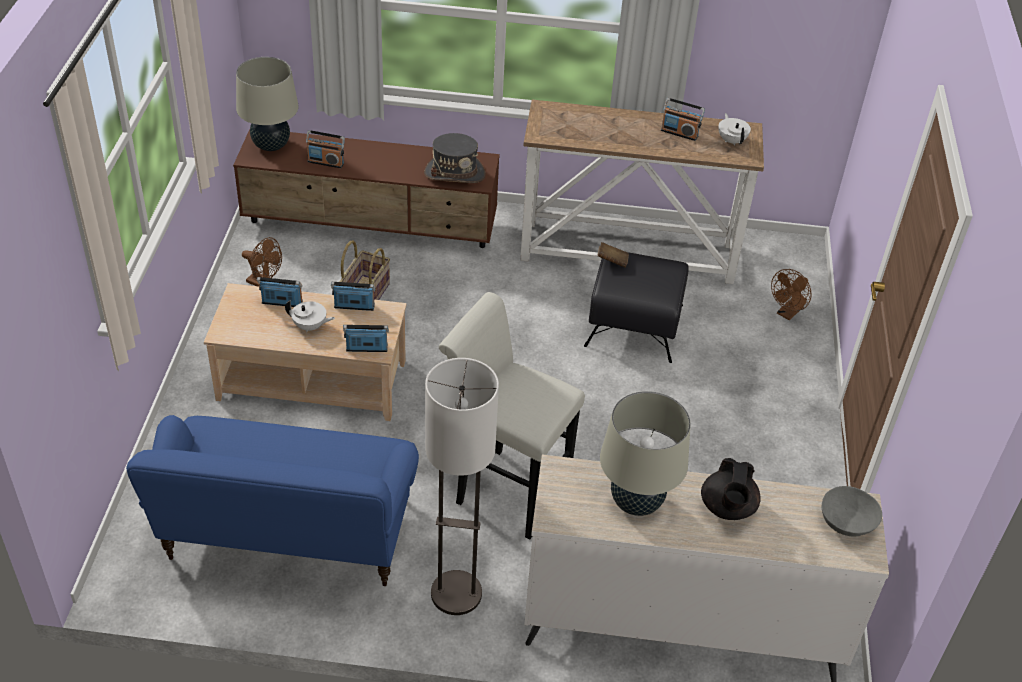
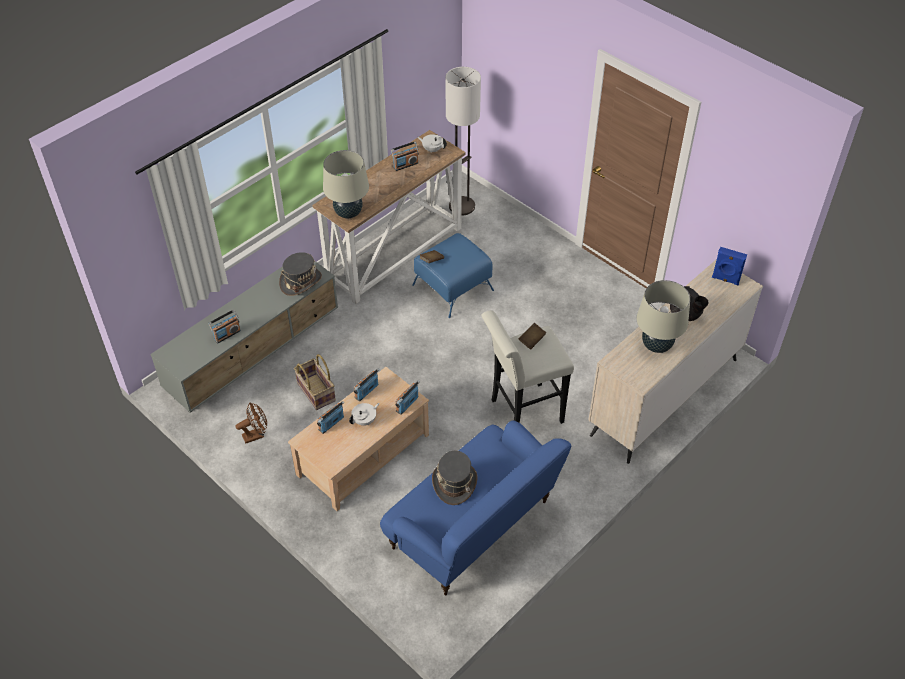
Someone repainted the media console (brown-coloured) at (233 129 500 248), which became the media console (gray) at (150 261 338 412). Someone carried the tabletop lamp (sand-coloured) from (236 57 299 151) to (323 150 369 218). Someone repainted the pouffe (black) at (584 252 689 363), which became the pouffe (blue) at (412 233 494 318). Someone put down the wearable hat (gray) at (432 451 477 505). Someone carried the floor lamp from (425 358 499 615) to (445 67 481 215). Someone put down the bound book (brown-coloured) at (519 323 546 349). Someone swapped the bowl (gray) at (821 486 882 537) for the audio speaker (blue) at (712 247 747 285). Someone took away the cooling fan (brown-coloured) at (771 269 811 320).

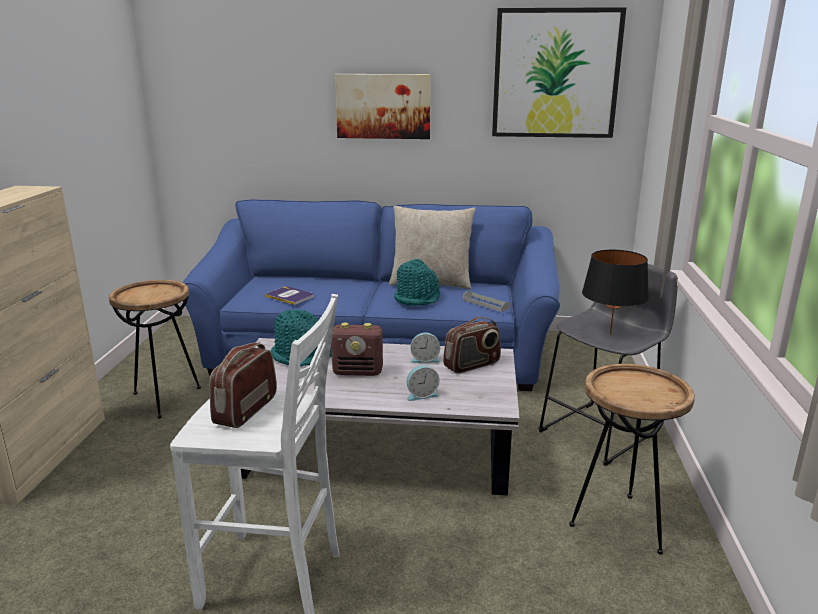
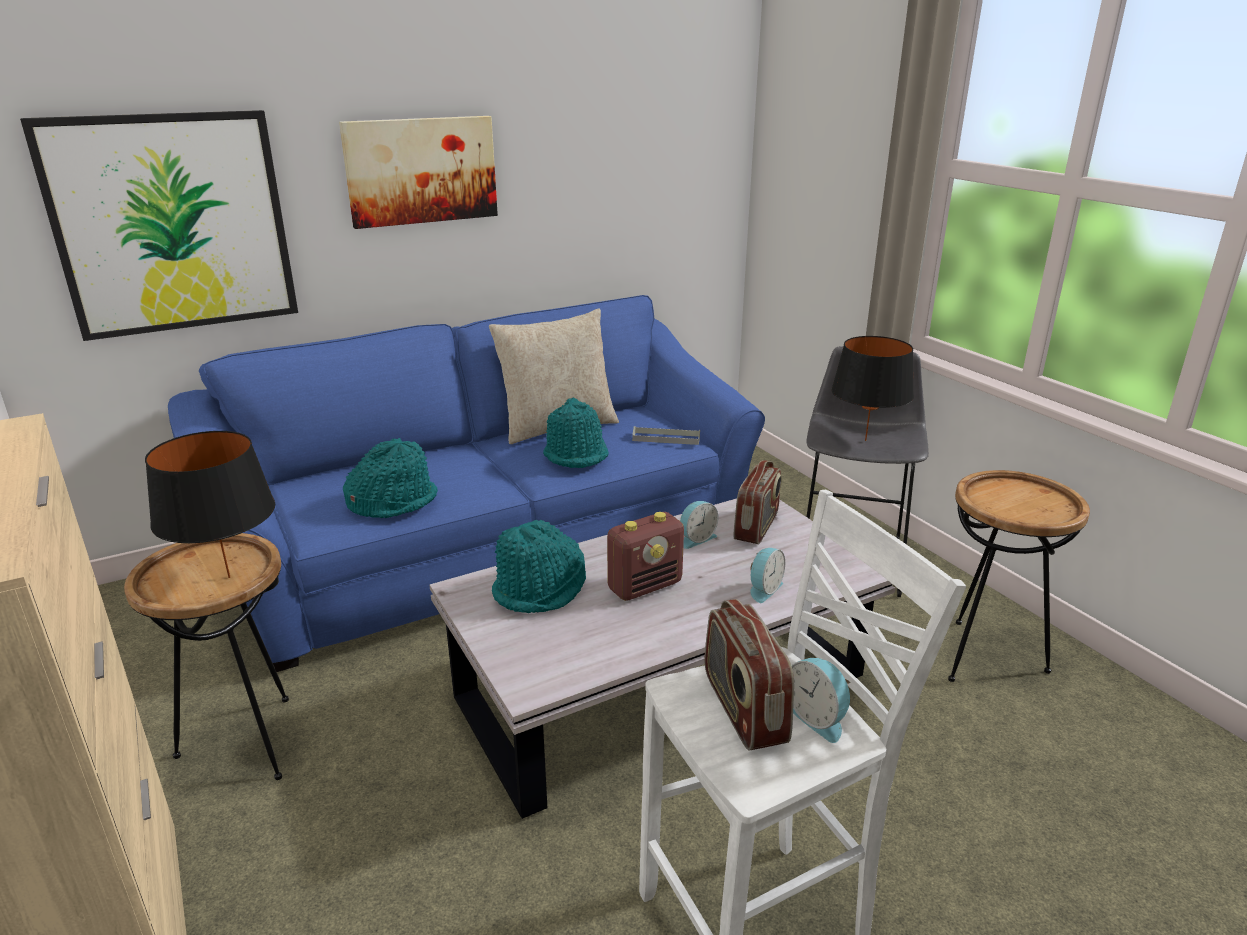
Someone carried the wall art from (492 7 626 138) to (20 110 298 341). Someone put down the tabletop lamp (black) at (145 431 275 578). Someone swapped the bound book at (265 286 314 305) for the wearable hat (turquoise) at (343 438 438 518). Someone put down the alarm clock at (792 658 851 743).

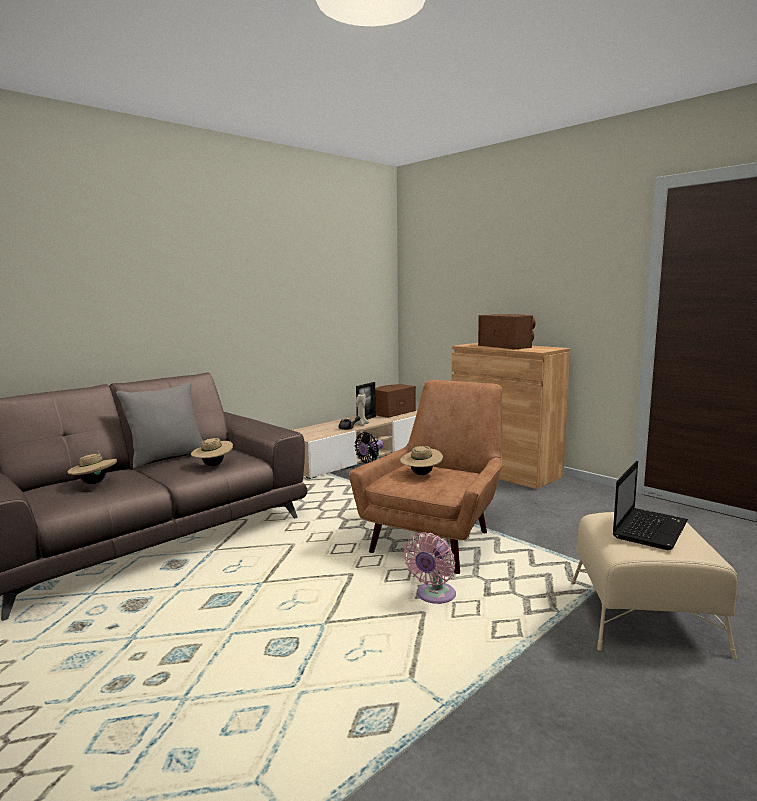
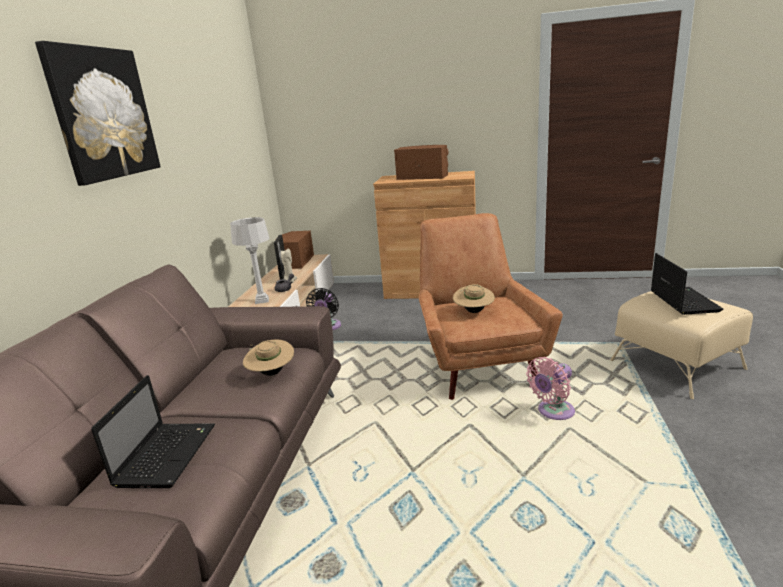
Someone put up the wall art at (35 41 161 186). Someone swapped the wearable hat (sand-coloured) at (68 451 117 484) for the laptop at (91 375 215 488). Someone put down the tabletop lamp (gray) at (230 217 269 304). Someone rotated the cooling fan (pinkish) at (404 532 456 604) by 60 degrees clockwise. Someone took away the pillow (gray) at (116 383 203 469).

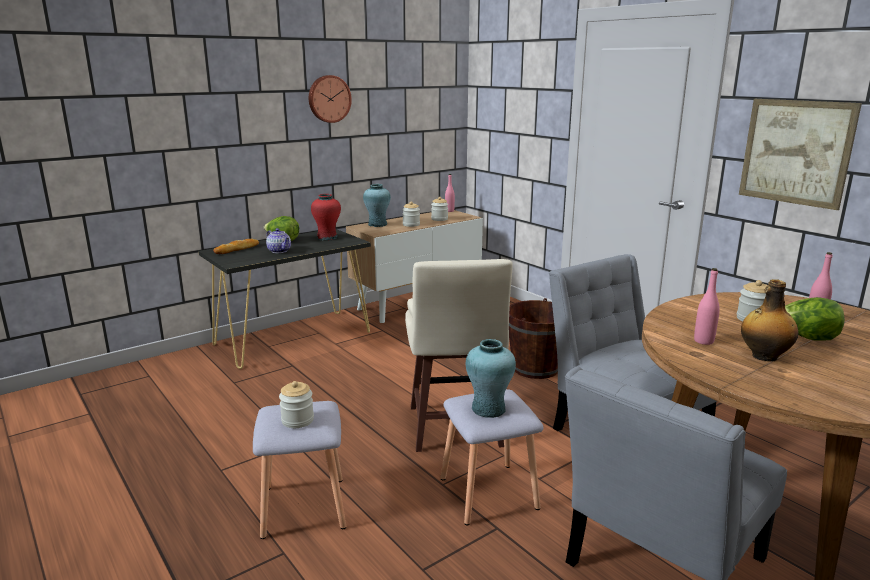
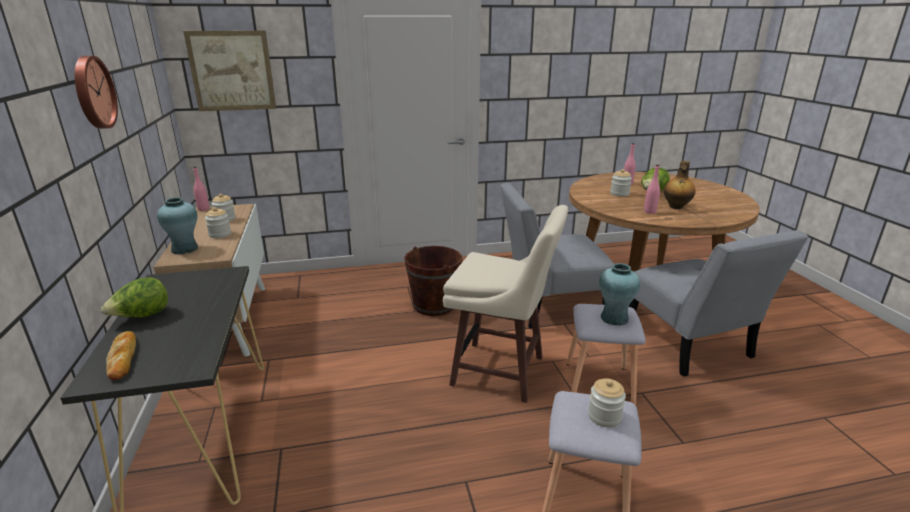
Someone carried the wall art from (739 99 862 210) to (183 30 276 111). Someone took away the tea pot at (266 228 291 253). Someone took away the flower vase (red-coloured) at (311 194 341 241).

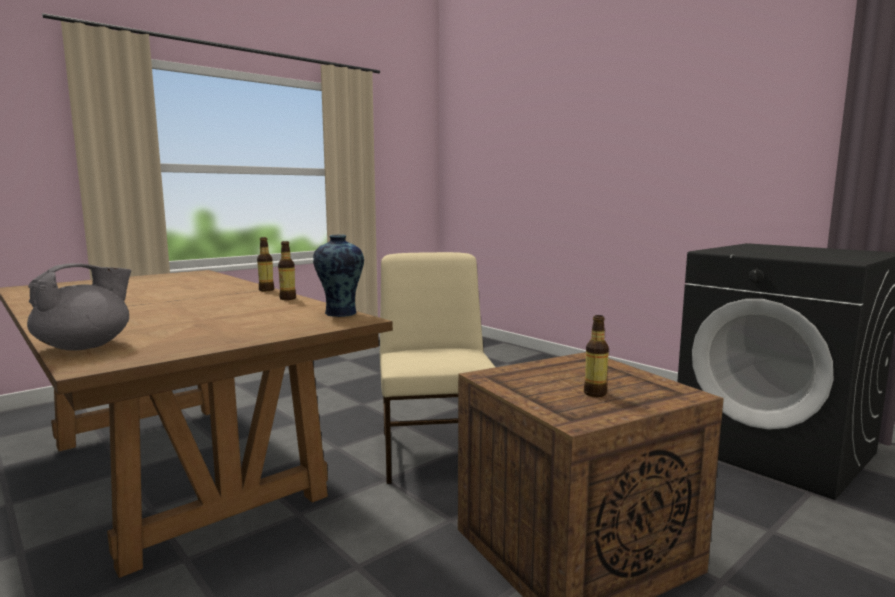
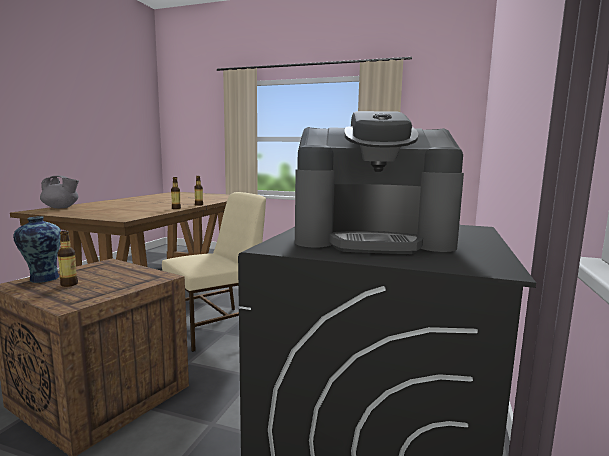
Someone carried the flower vase from (313 234 364 317) to (13 216 61 283). Someone put down the coffee maker at (295 111 464 254).

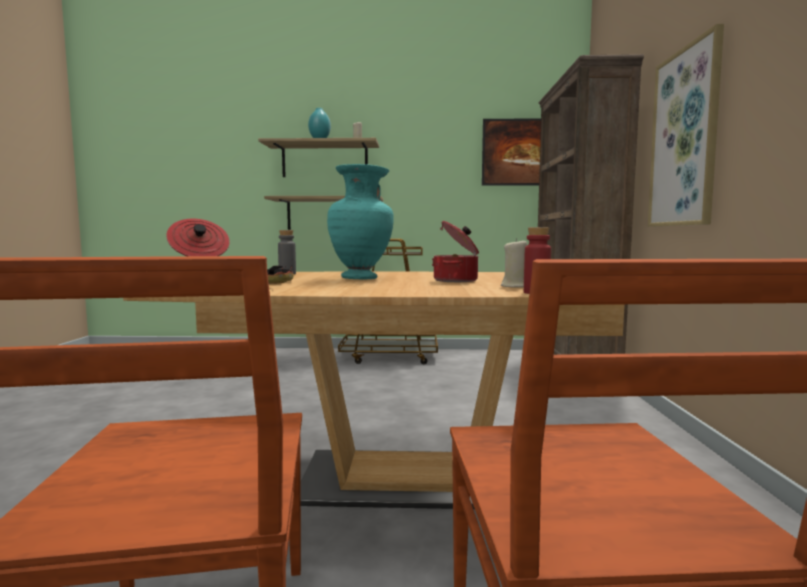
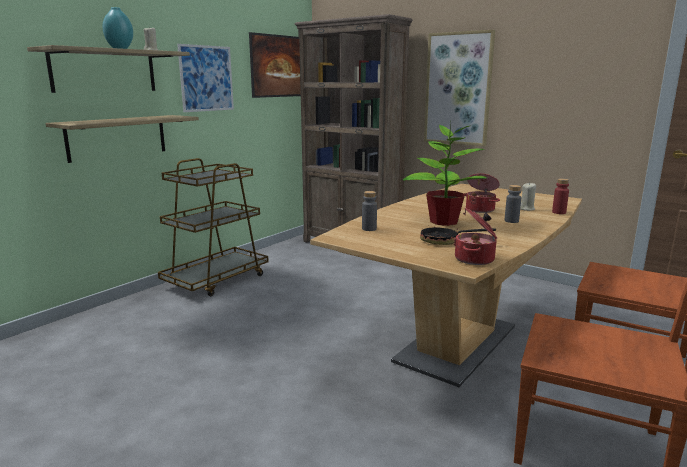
Someone put up the wall art at (177 44 234 112). Someone swapped the flower vase (turquoise) at (327 164 394 279) for the potted plant at (403 121 487 226). Someone put down the bottle (gray) at (505 185 521 223).

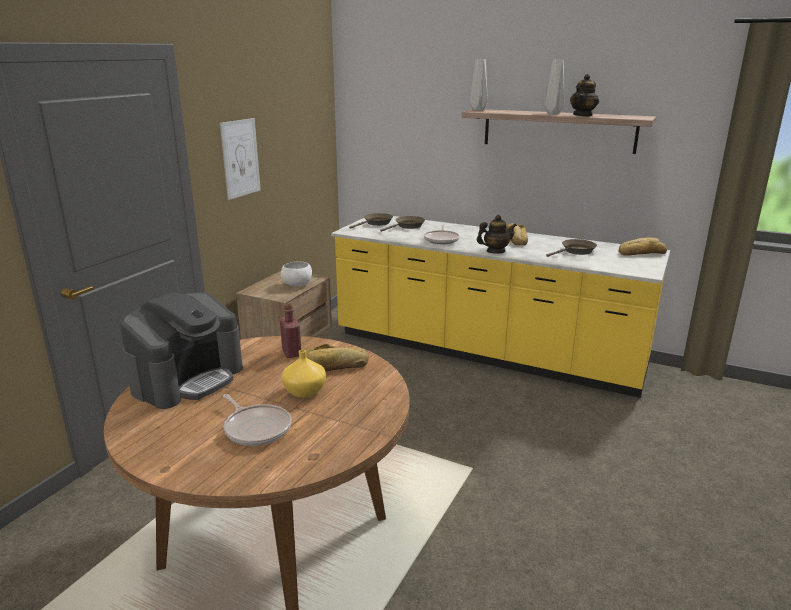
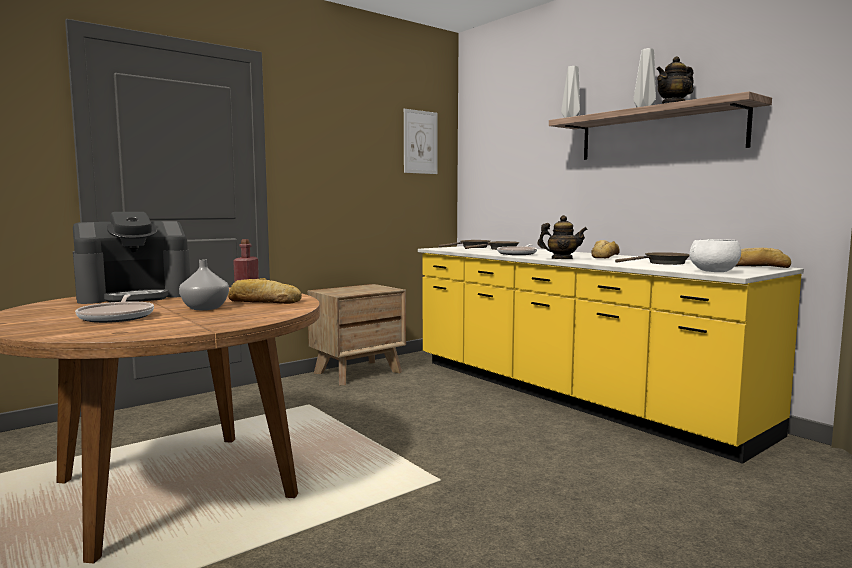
Someone repainted the flower vase (yellow) at (282 350 326 398), which became the flower vase (gray) at (179 260 229 310). Someone carried the wall art from (220 118 261 200) to (404 109 438 174). Someone carried the bowl (whitish) from (281 261 312 287) to (689 239 741 272).

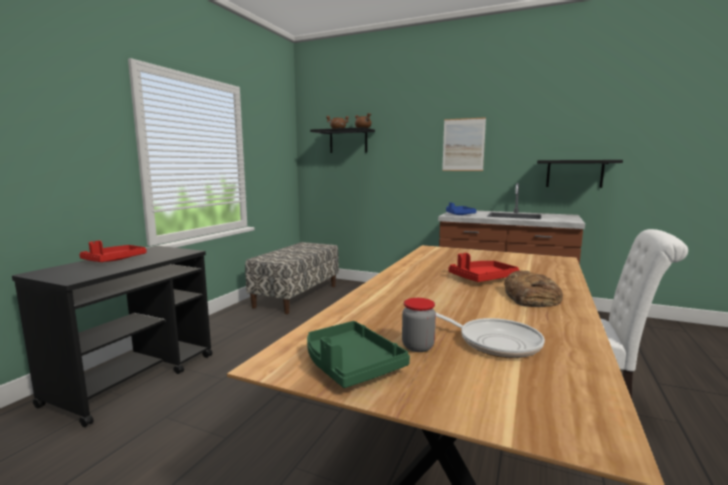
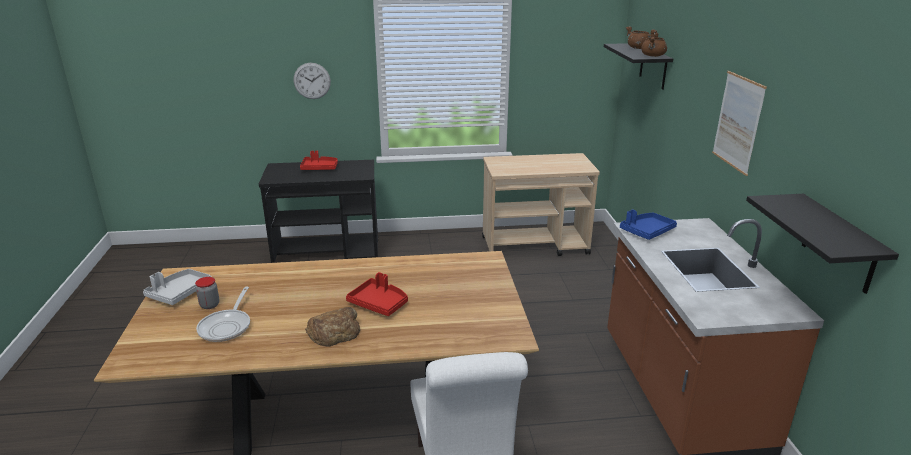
Someone repainted the serving tray (green) at (307 321 410 388), which became the serving tray (gray) at (143 269 212 305). Someone put up the hanging clock at (294 63 331 99). Someone swapped the indoor bench at (245 242 339 314) for the trolley (sand-coloured) at (482 153 600 256).

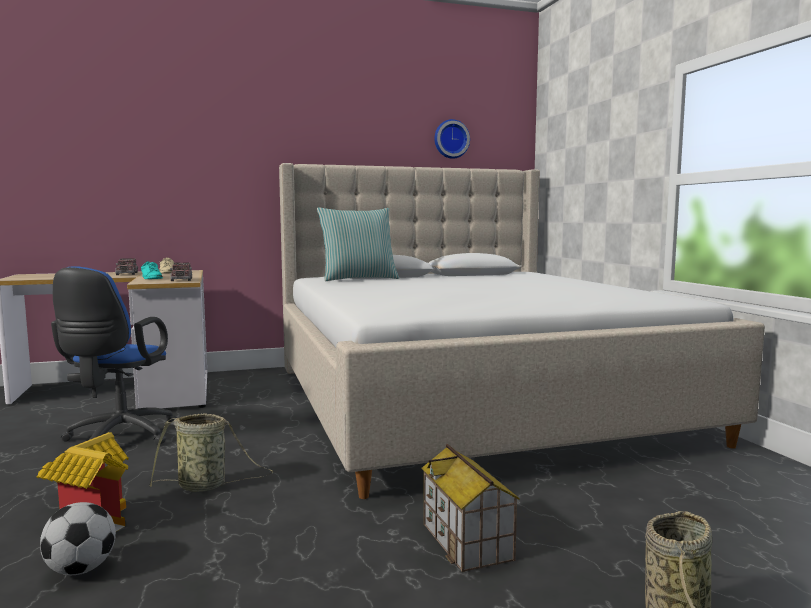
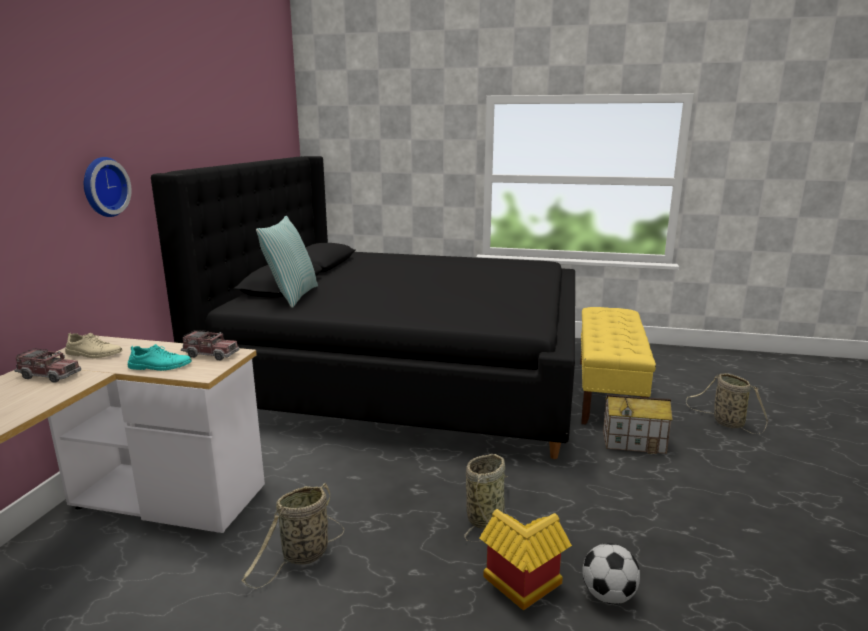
Someone carried the hanging clock from (434 119 470 159) to (84 157 131 217). Someone repainted the bedroom bed (sand-coloured) at (279 163 765 499), which became the bedroom bed (black) at (151 156 575 459). Someone swapped the office chair (blue) at (51 266 177 445) for the household basket at (242 483 344 588). Someone put down the indoor bench (yellow) at (580 307 656 425).

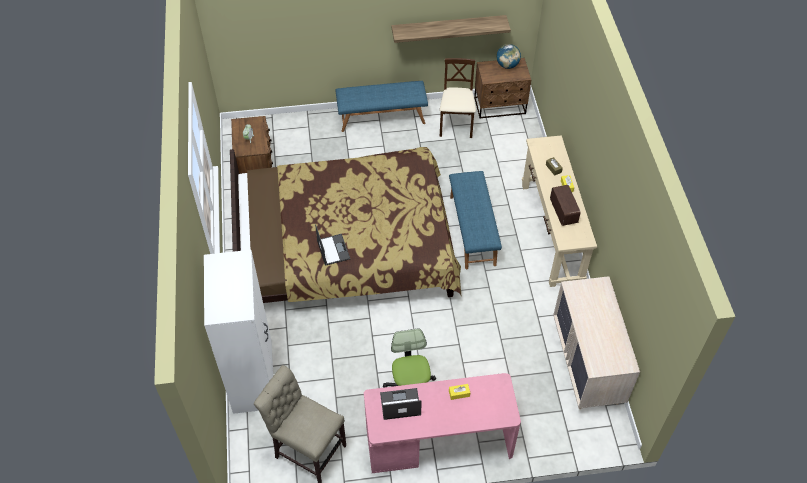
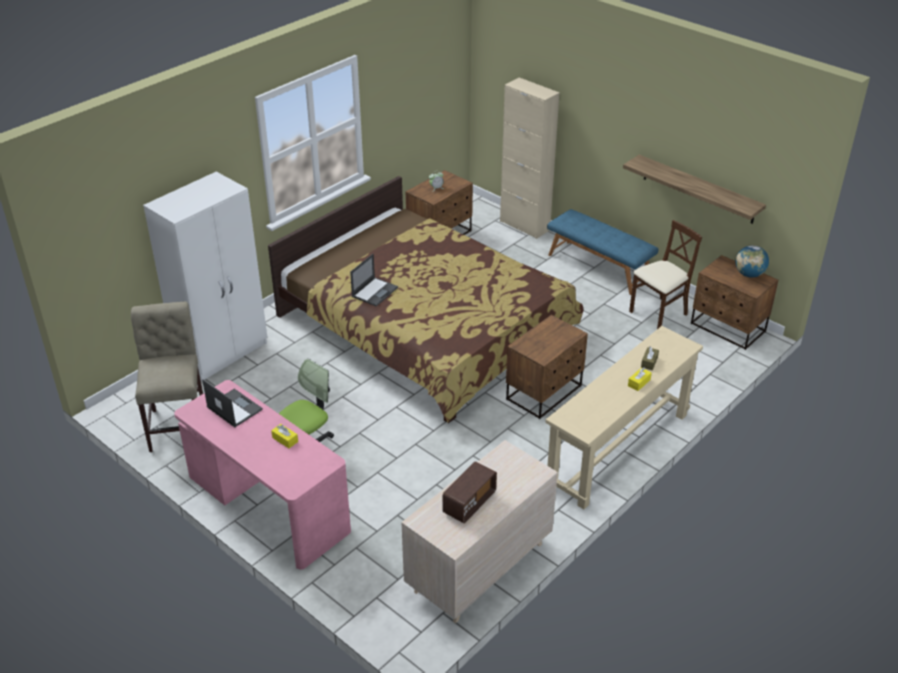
Someone carried the radio receiver from (550 185 581 226) to (442 461 497 523). Someone put down the cupboard (sand-coloured) at (500 77 559 239). Someone swapped the indoor bench (blue) at (449 171 502 269) for the nightstand (brown-coloured) at (506 315 588 419).

